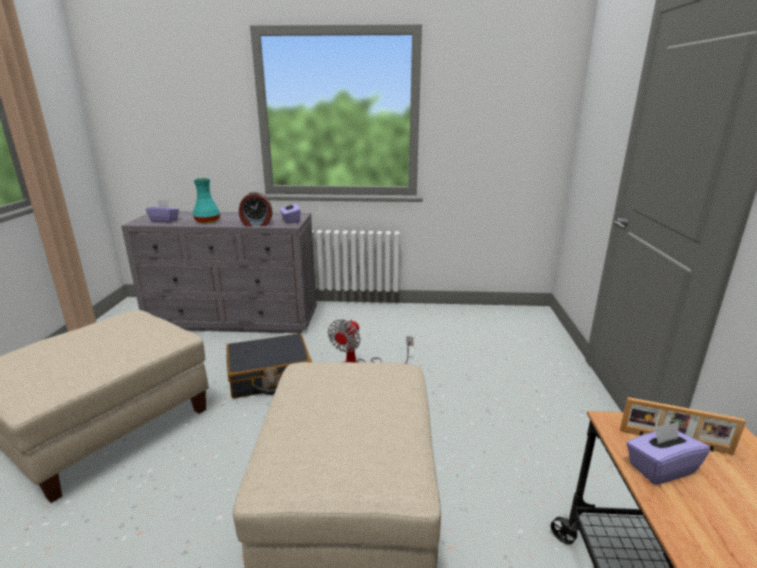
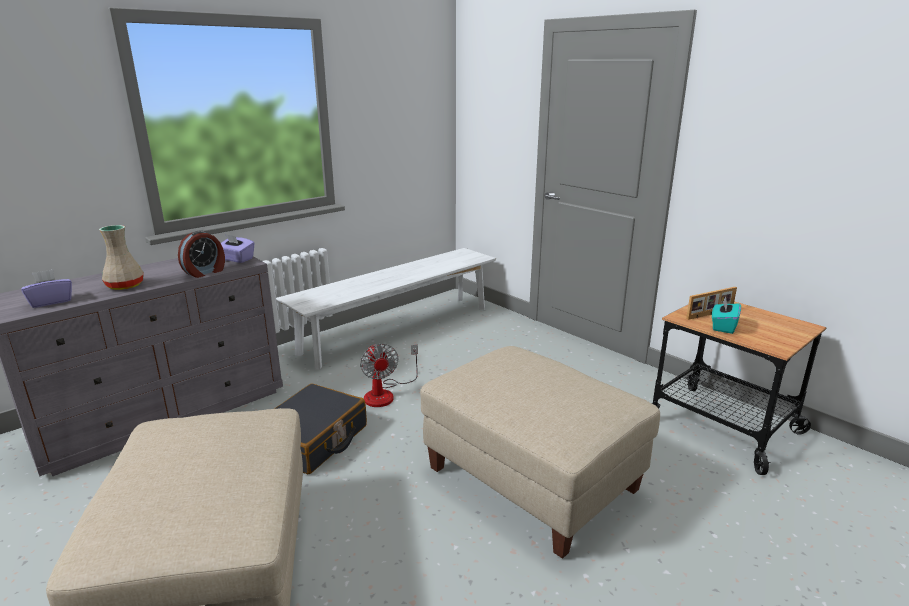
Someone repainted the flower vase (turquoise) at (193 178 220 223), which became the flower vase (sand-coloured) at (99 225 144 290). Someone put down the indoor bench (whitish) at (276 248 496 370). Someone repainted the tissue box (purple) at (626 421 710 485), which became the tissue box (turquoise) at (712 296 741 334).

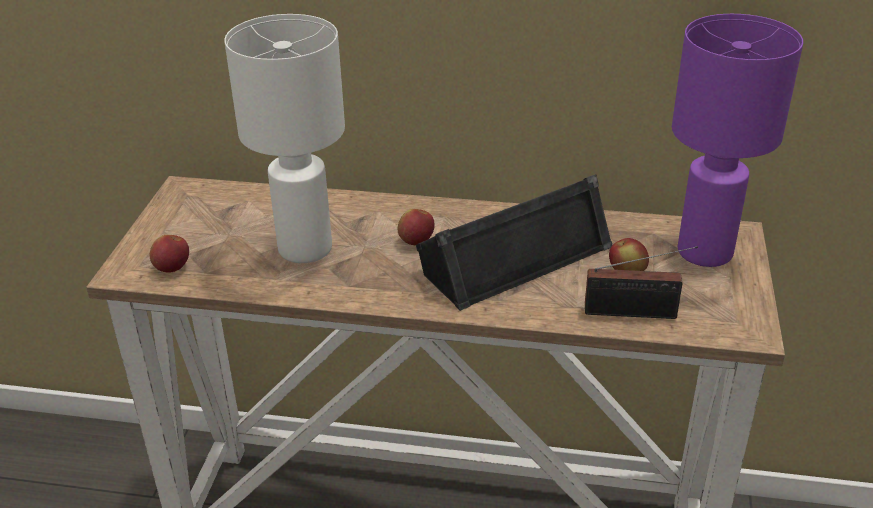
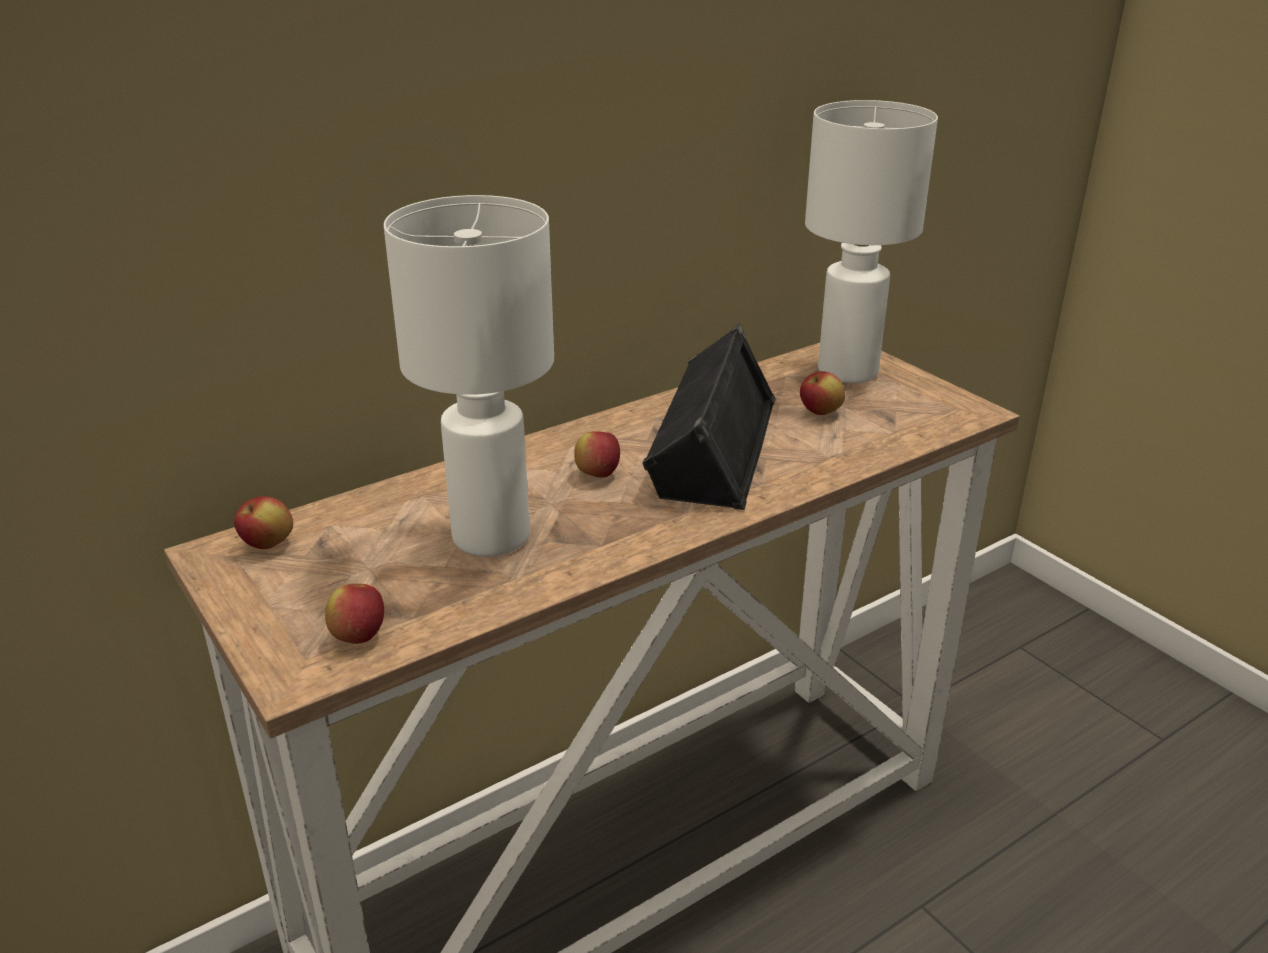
Someone put down the apple at (234 496 293 549). Someone repainted the tabletop lamp (purple) at (672 14 803 267), which became the tabletop lamp (whitish) at (805 100 938 383). Someone took away the radio receiver at (585 246 698 319).

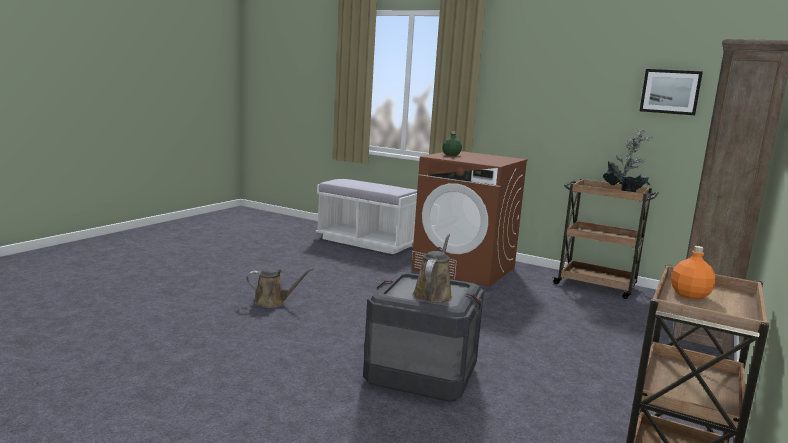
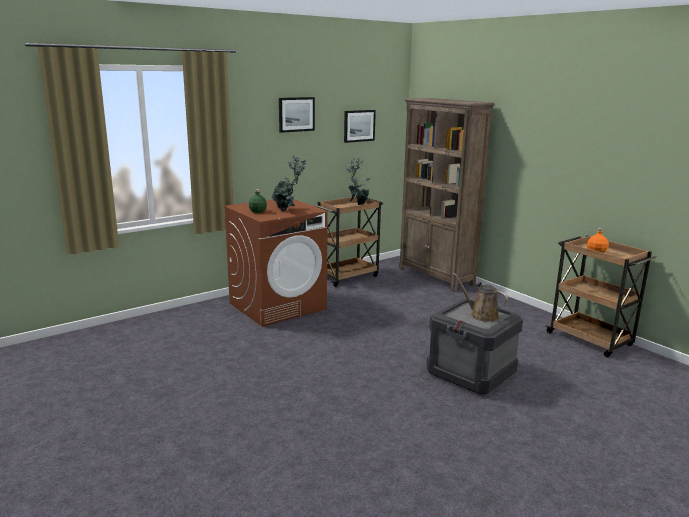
Someone put down the potted plant at (272 156 307 212). Someone put up the wall art at (279 97 315 133). Someone took away the watering pot (brown-coloured) at (246 268 314 308). Someone took away the indoor bench (whitish) at (316 179 417 254).

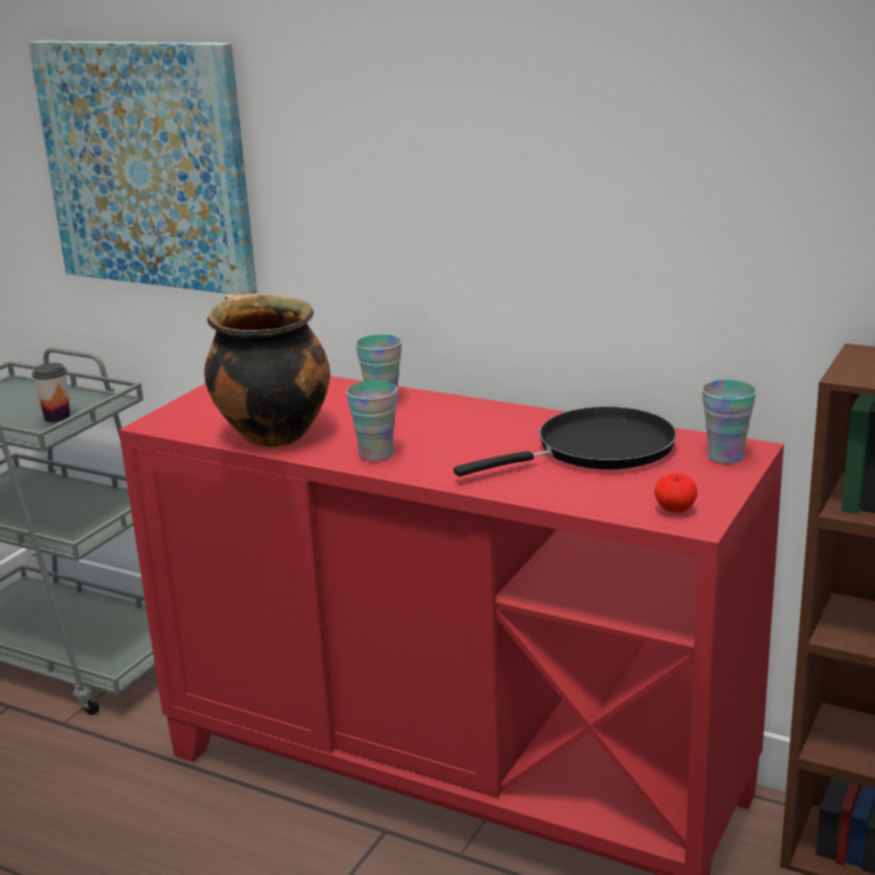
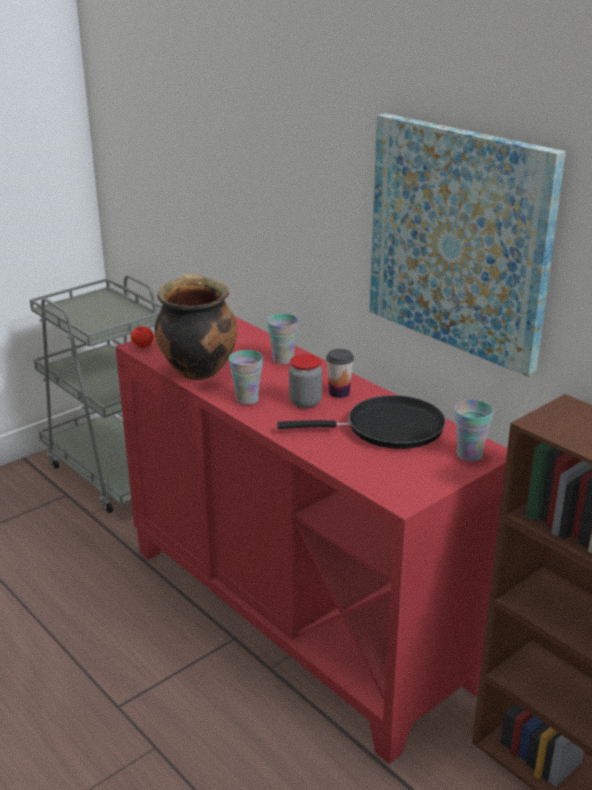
Someone carried the apple from (654 473 697 513) to (130 326 153 348). Someone put down the preserve jar at (289 354 322 408). Someone carried the cup from (32 363 70 422) to (326 349 354 398). Someone carried the wall art from (28 40 257 295) to (370 113 566 377).

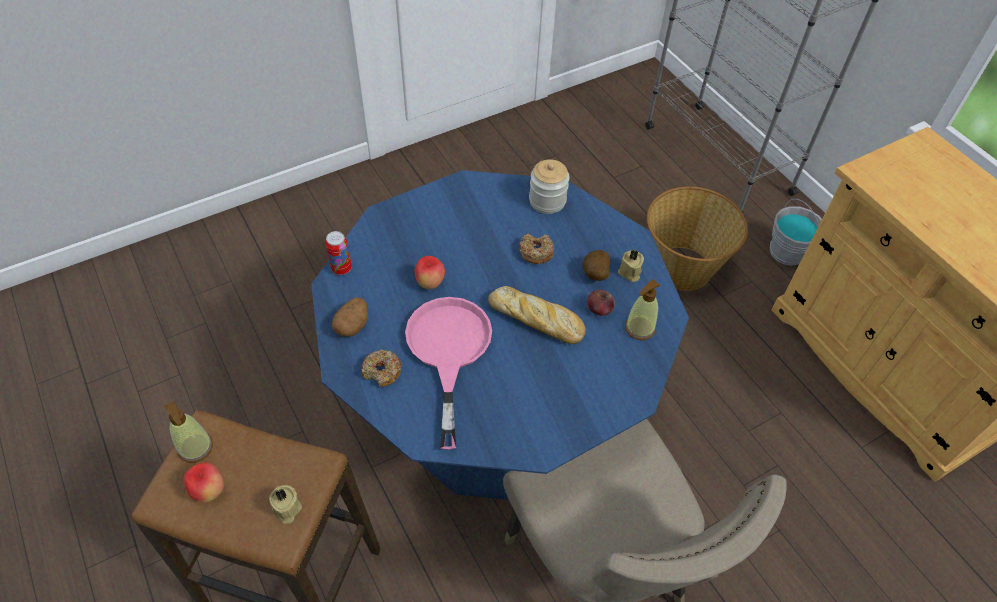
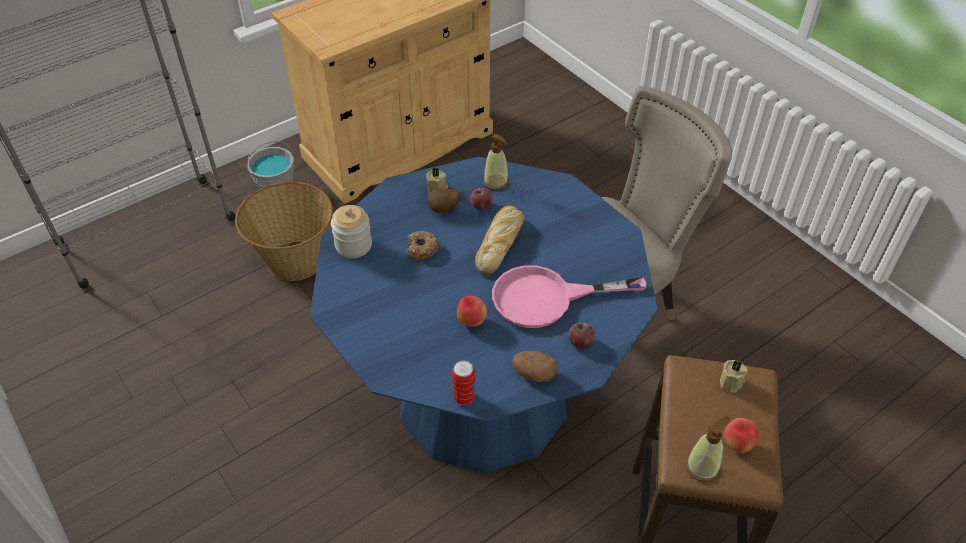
Someone swapped the ring doughnut at (362 349 402 387) for the apple at (568 323 595 348).

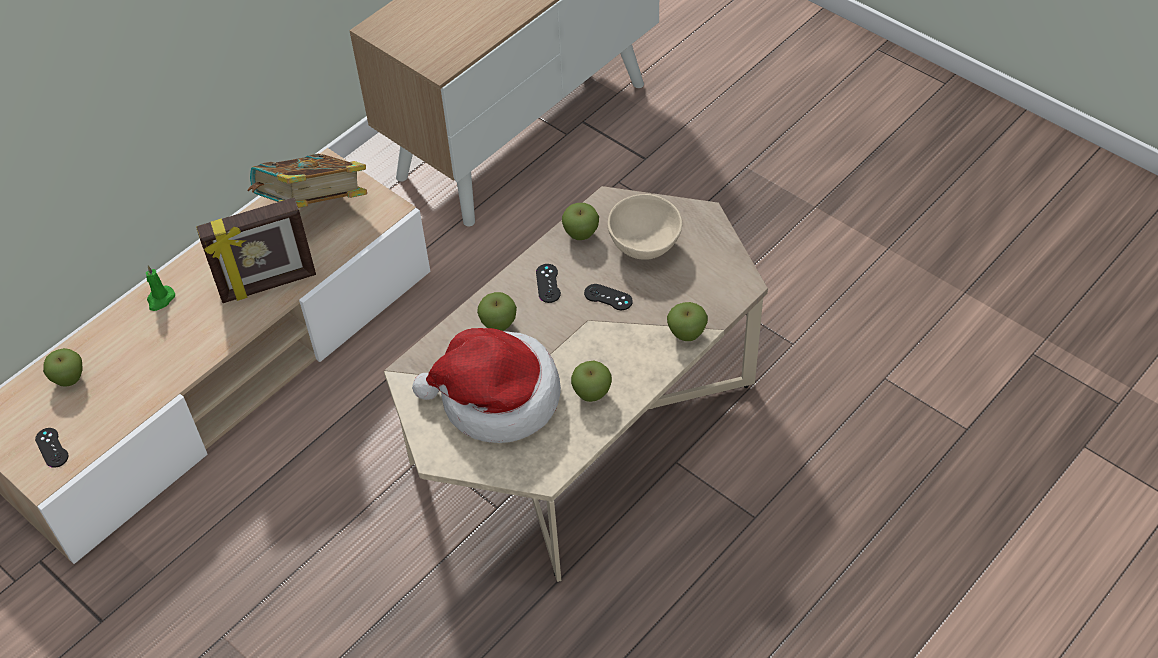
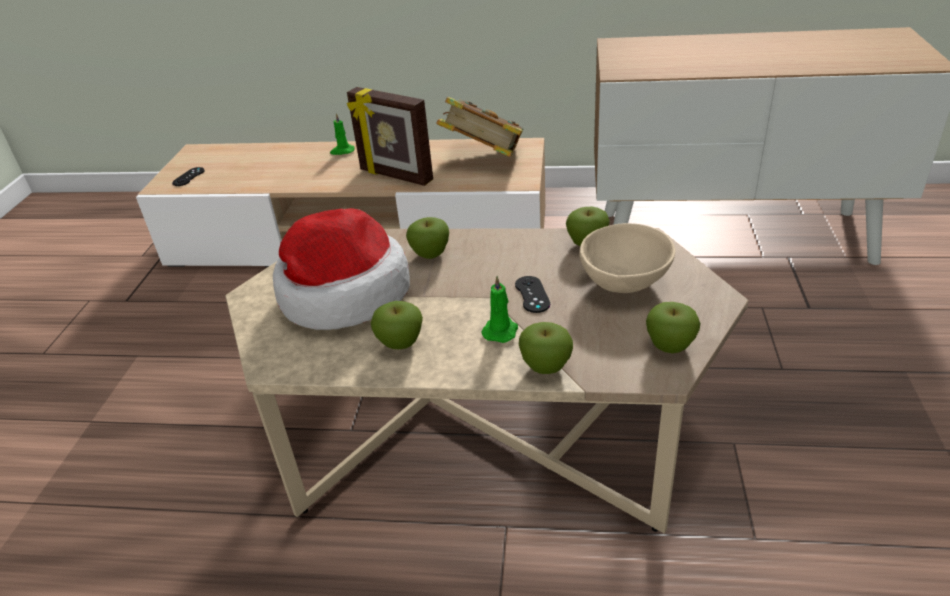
Someone put down the wax candle (green) at (481 276 518 343). Someone carried the apple from (43 348 83 387) to (646 302 701 353). Someone took away the joypad (black) at (536 264 561 303).

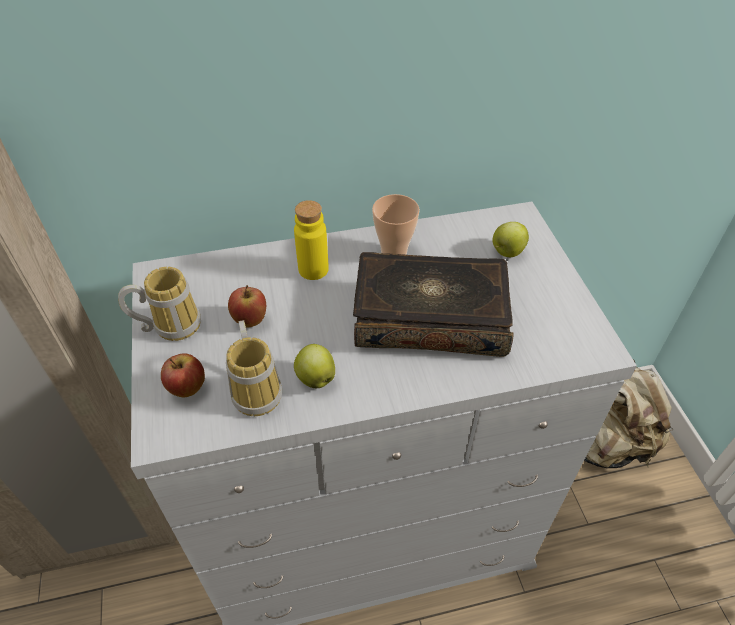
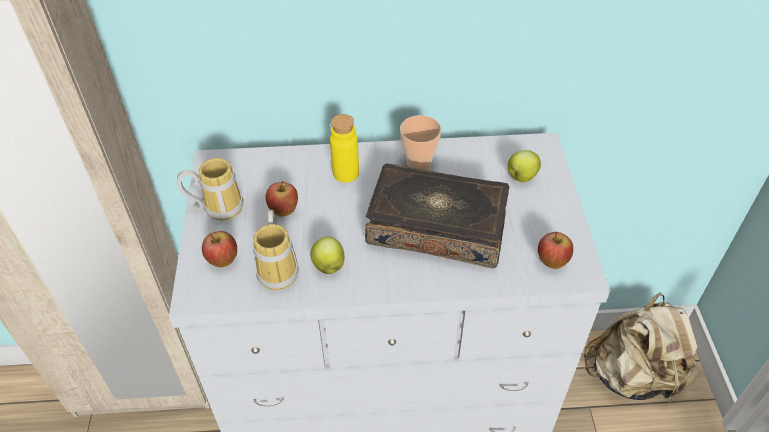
Someone put down the apple at (538 232 573 269).

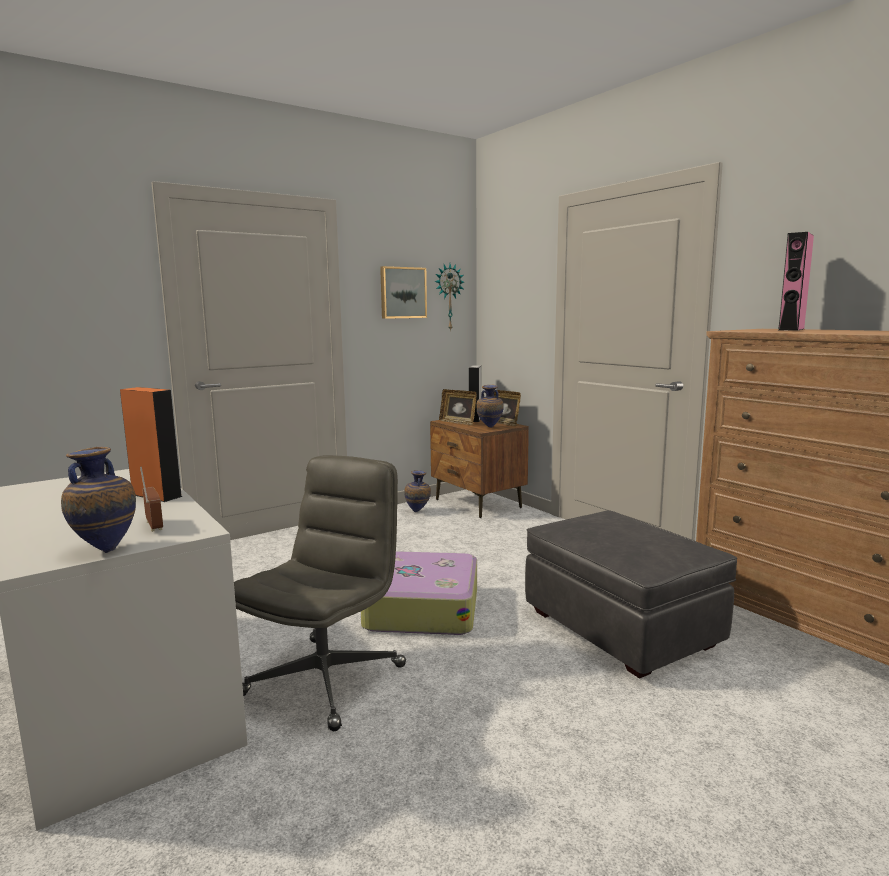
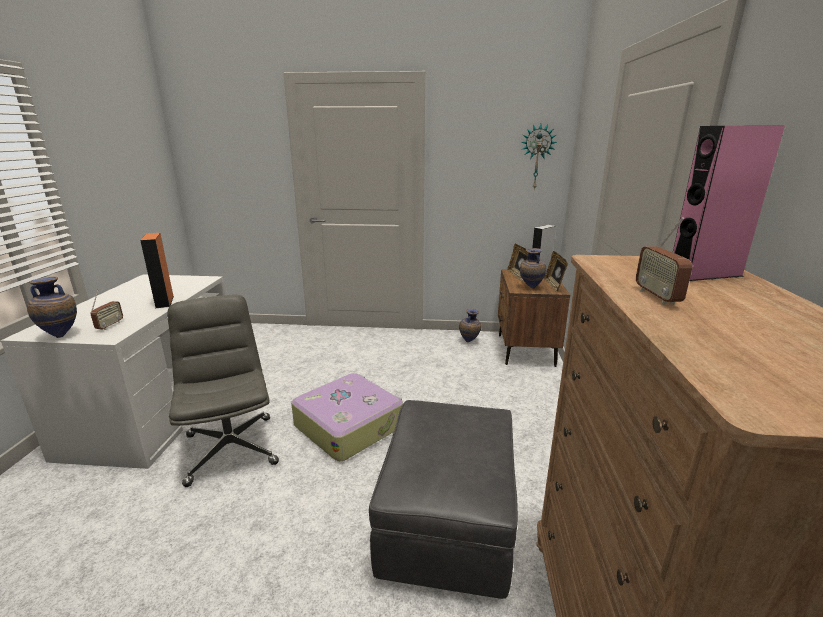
Someone rotated the office chair (gray) at (234 455 406 731) by 90 degrees counterclockwise. Someone put down the radio receiver at (636 217 692 305). Someone took away the wall art at (380 266 427 319).

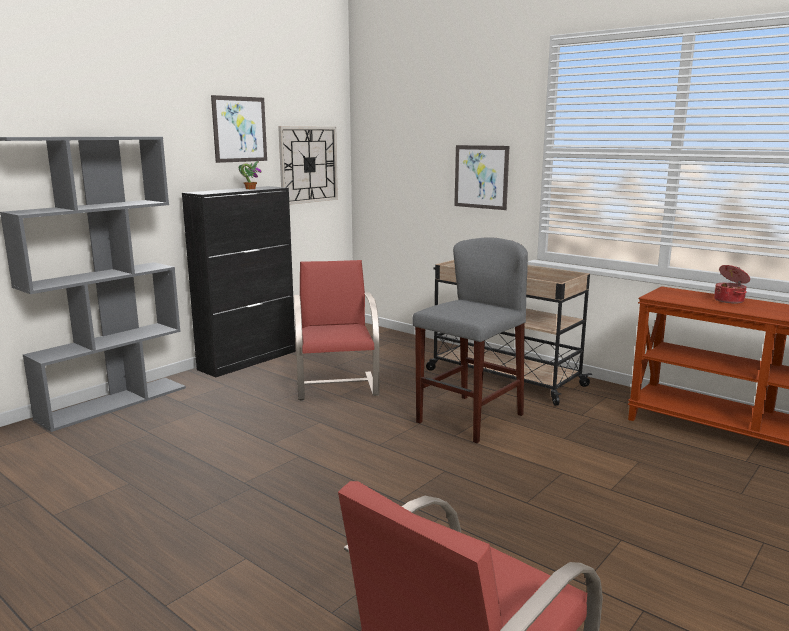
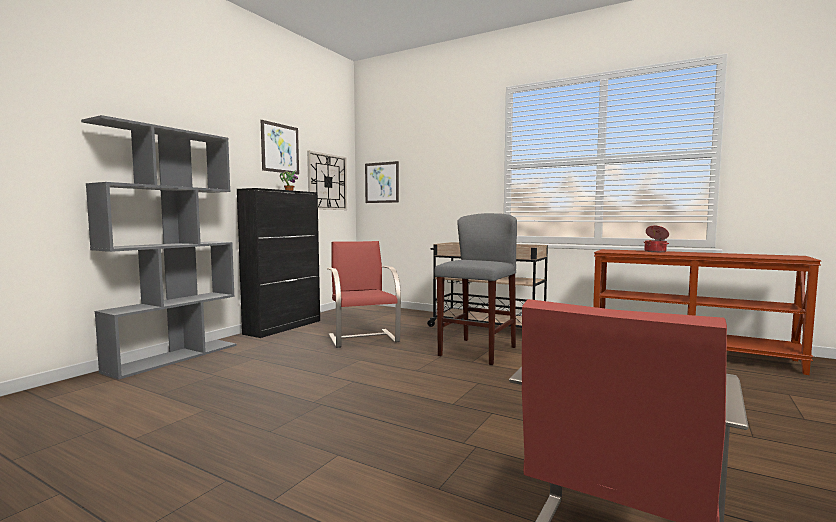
Someone carried the wall art from (454 145 509 210) to (365 161 399 203).

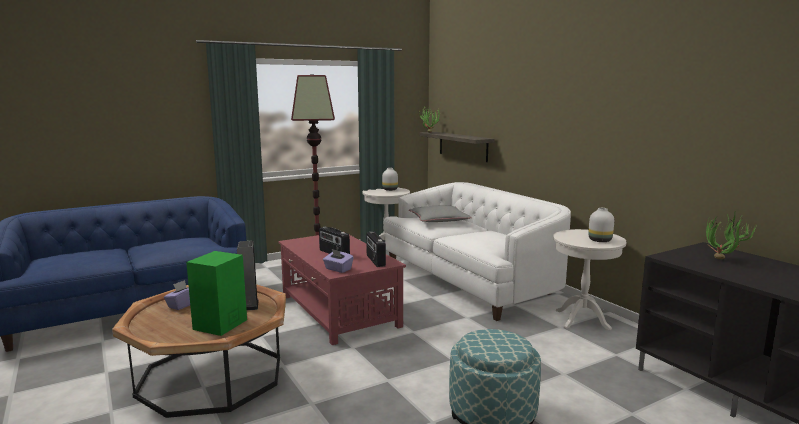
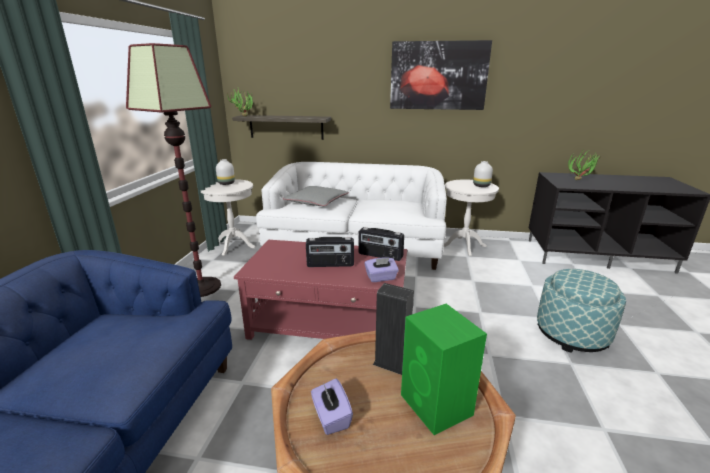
Someone put up the wall art at (390 40 492 110).

